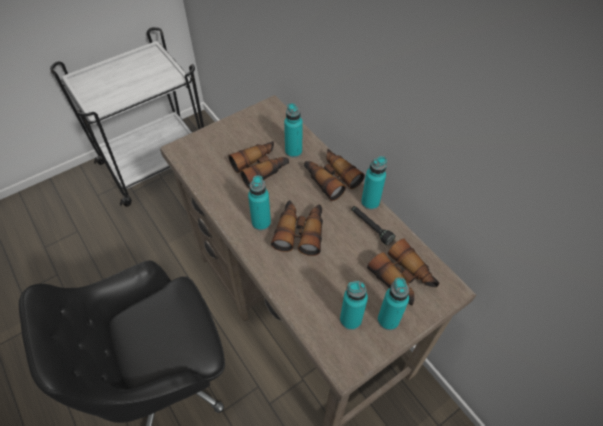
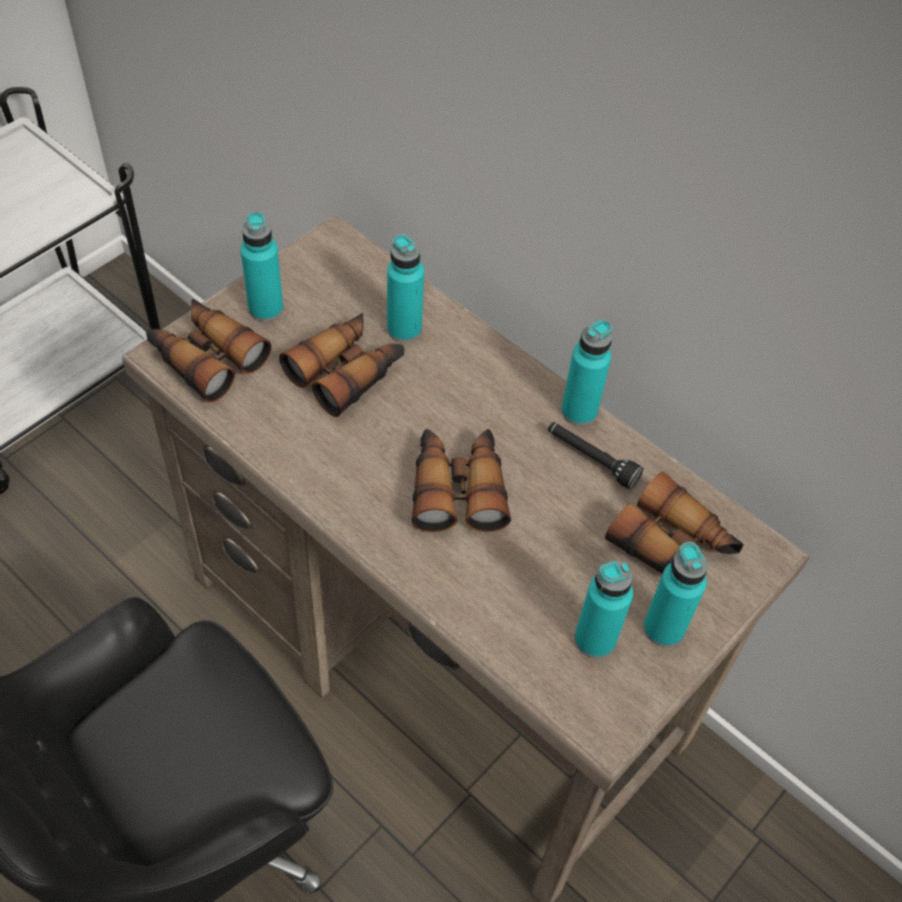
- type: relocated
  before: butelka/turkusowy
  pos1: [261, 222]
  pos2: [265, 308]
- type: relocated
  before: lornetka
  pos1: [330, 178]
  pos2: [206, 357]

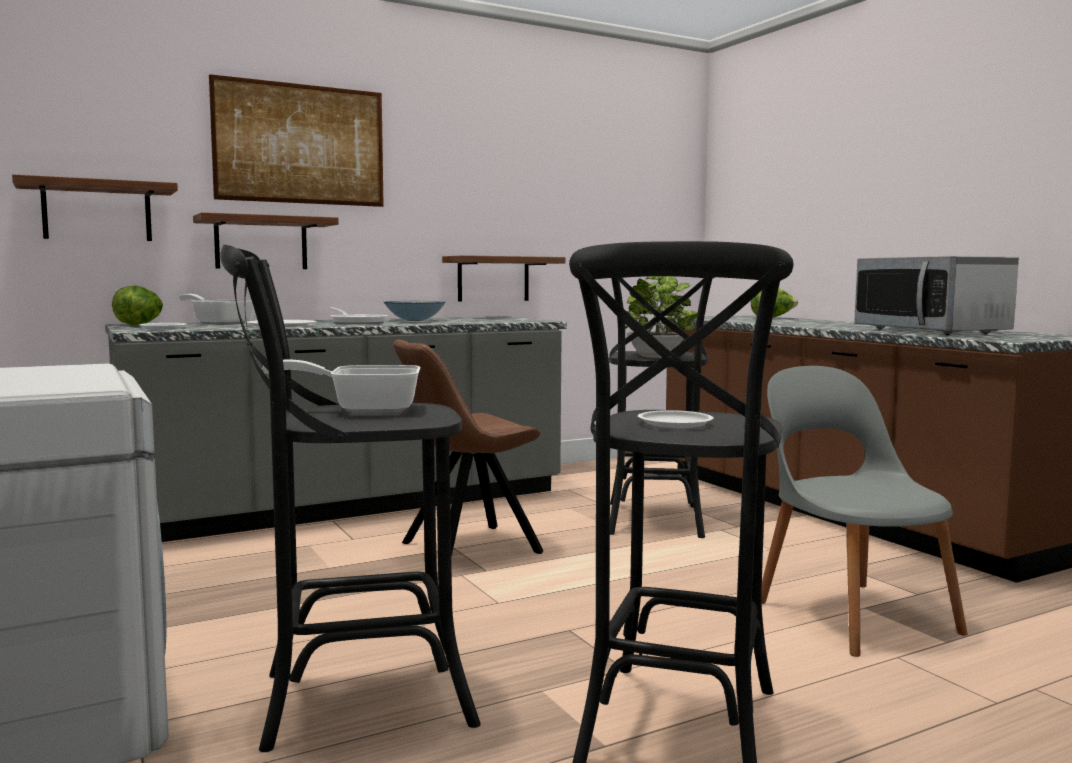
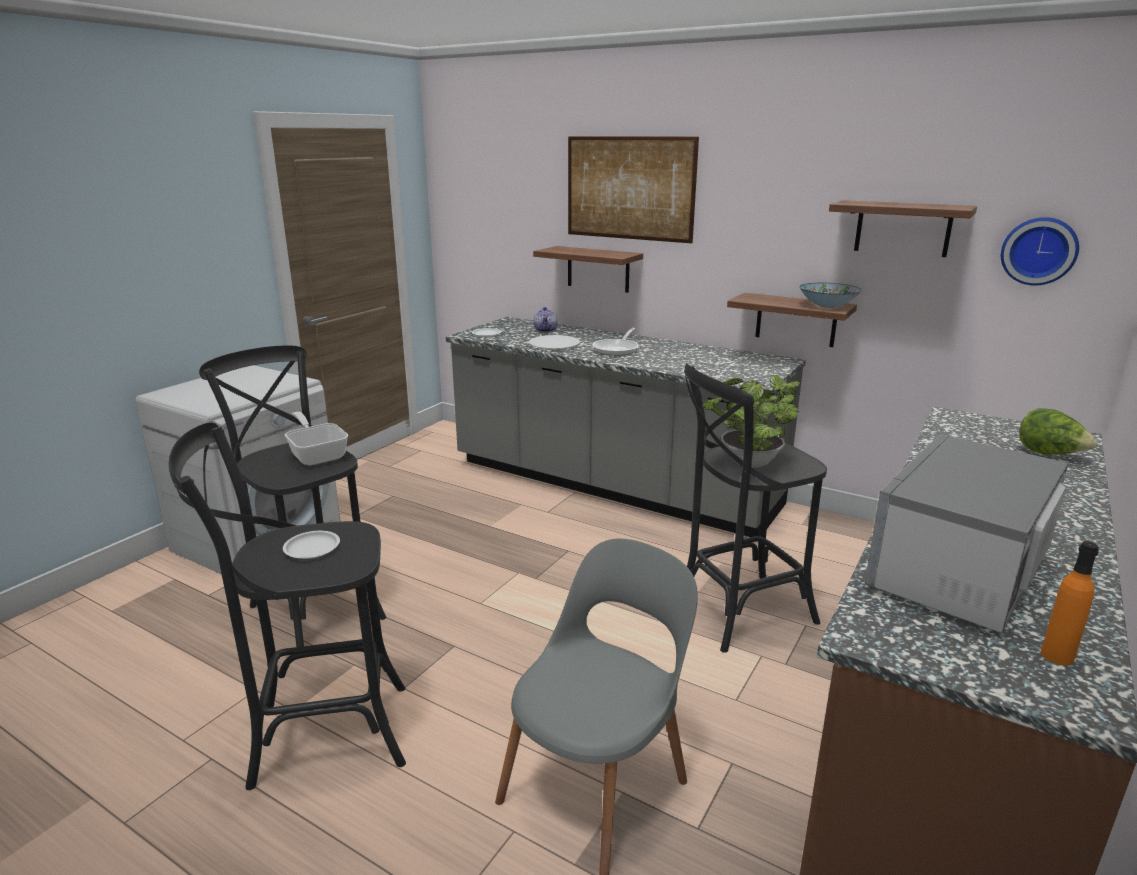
- type: missing
  before: sałata
  pos1: [140, 325]
- type: missing
  before: krzesło/brązowy
  pos1: [469, 547]
- type: appeared
  after: zegar ścienny
  pos2: [1039, 251]
- type: appeared
  after: butelka/pomarańczowy
  pos2: [1057, 656]
- type: relocated
  before: półka
  pos1: [97, 212]
  pos2: [903, 228]
- type: relocated
  before: miska
  pos1: [415, 320]
  pos2: [827, 306]
- type: exchanged
  before: patelnia
  after: imbryk
  pos1: [219, 323]
  pos2: [546, 330]

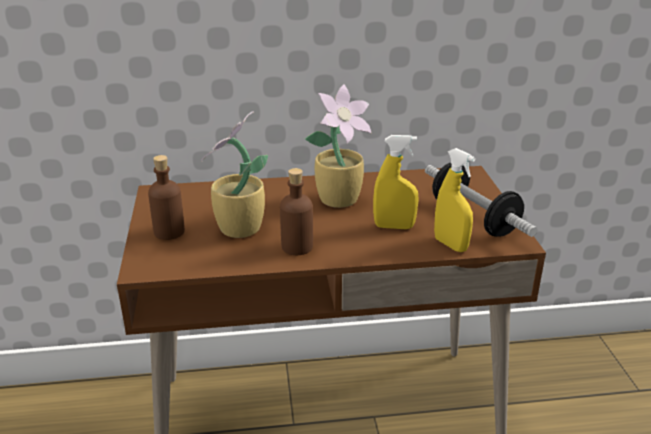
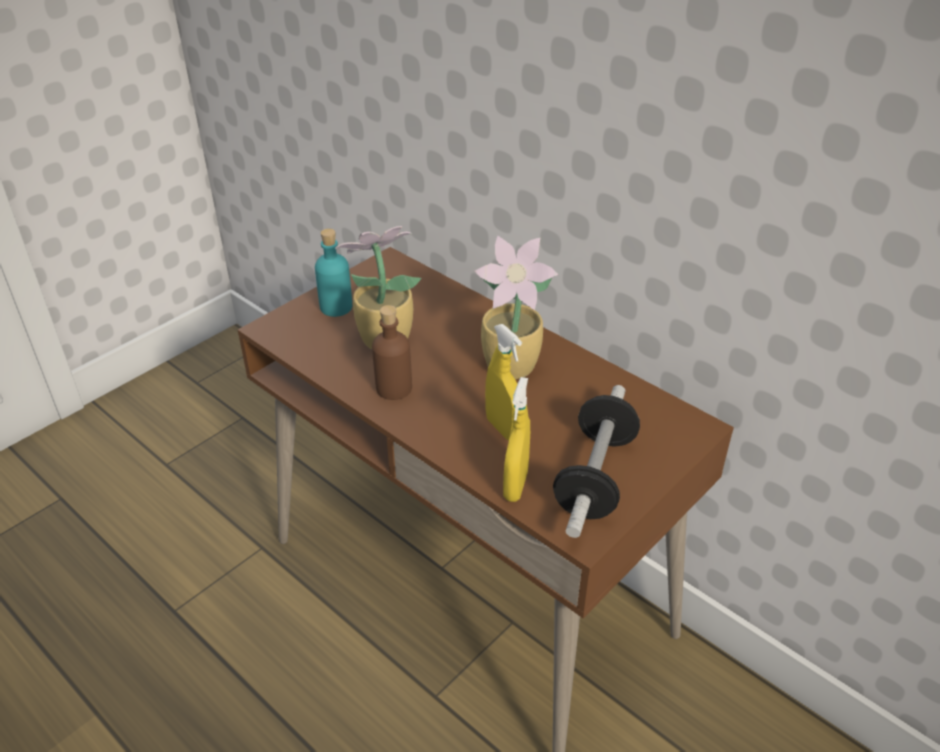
- type: colour
  before: butelka/brązowy
  after: butelka/turkusowy
  pos1: [169, 232]
  pos2: [336, 307]

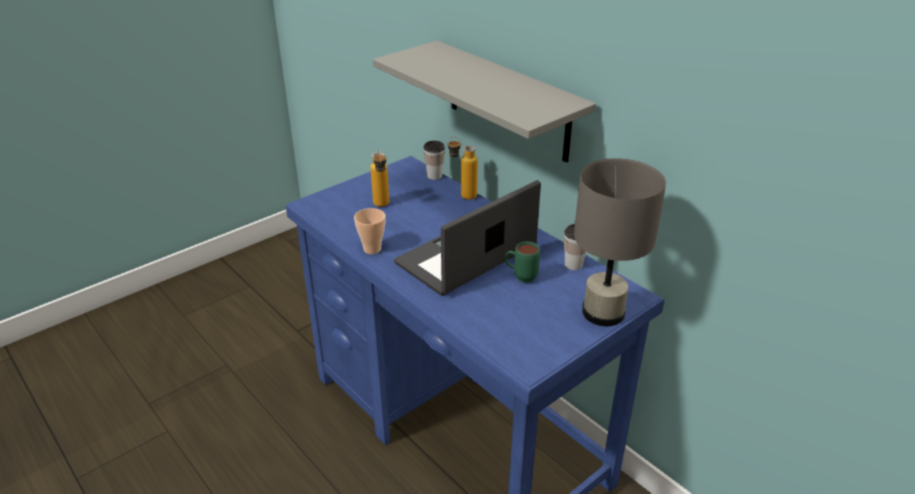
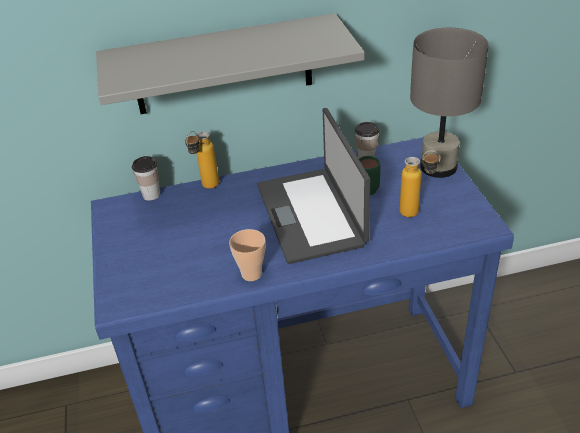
- type: relocated
  before: butelka
  pos1: [382, 207]
  pos2: [417, 213]

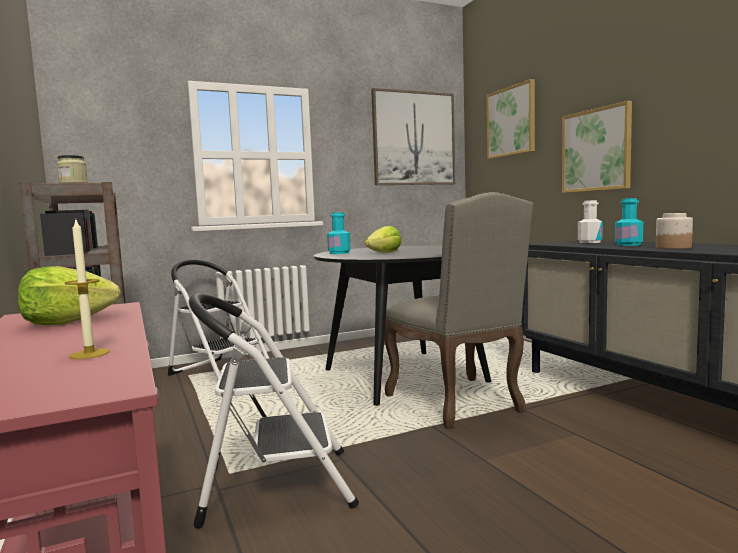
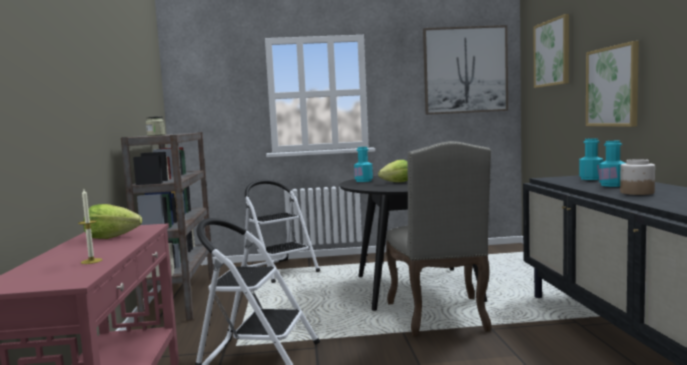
- type: colour
  before: butelka/biały
  after: butelka/turkusowy
  pos1: [590, 242]
  pos2: [591, 178]

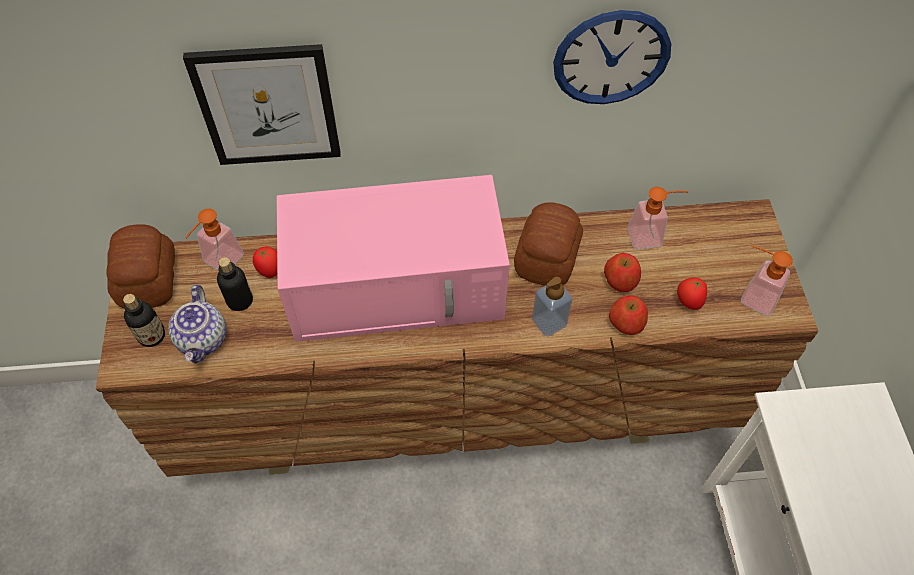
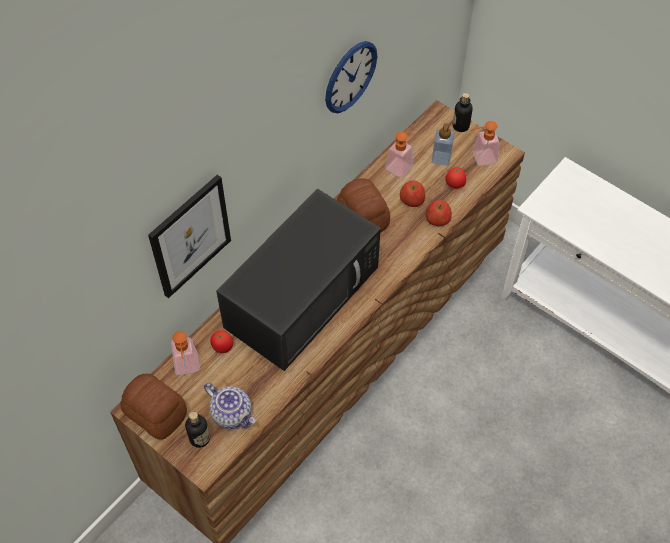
- type: relocated
  before: butelka
  pos1: [240, 301]
  pos2: [460, 126]
- type: relocated
  before: dozownik mydła
  pos1: [549, 322]
  pos2: [441, 158]
- type: colour
  before: mikrofalówka/różowy
  after: mikrofalówka/czarny
  pos1: [399, 284]
  pos2: [303, 294]

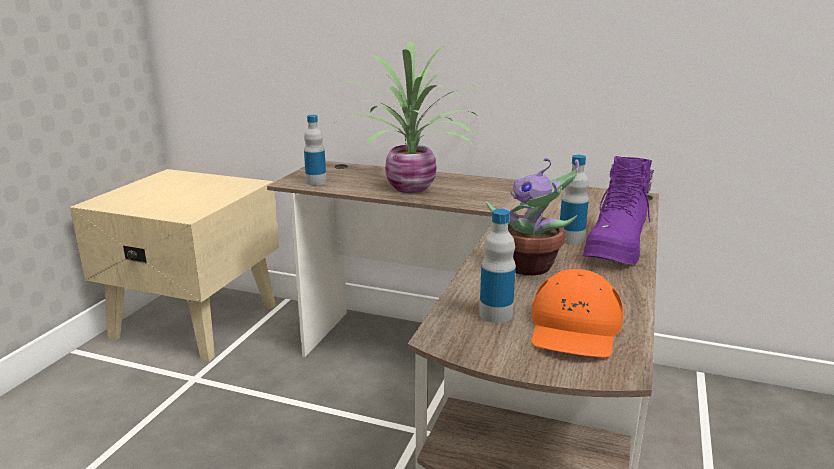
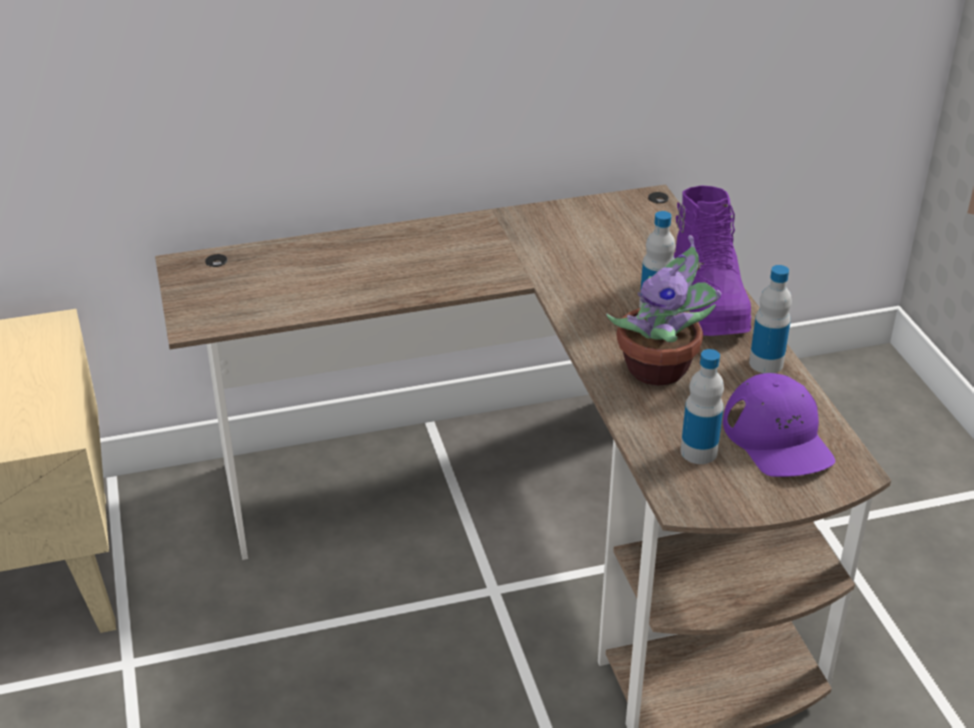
- type: missing
  before: roślina doniczkowa
  pos1: [414, 188]
- type: relocated
  before: butelka
  pos1: [316, 182]
  pos2: [766, 363]
- type: colour
  before: czapka z daszkiem/pomarańczowy
  after: czapka z daszkiem/fioletowy
  pos1: [574, 328]
  pos2: [778, 438]

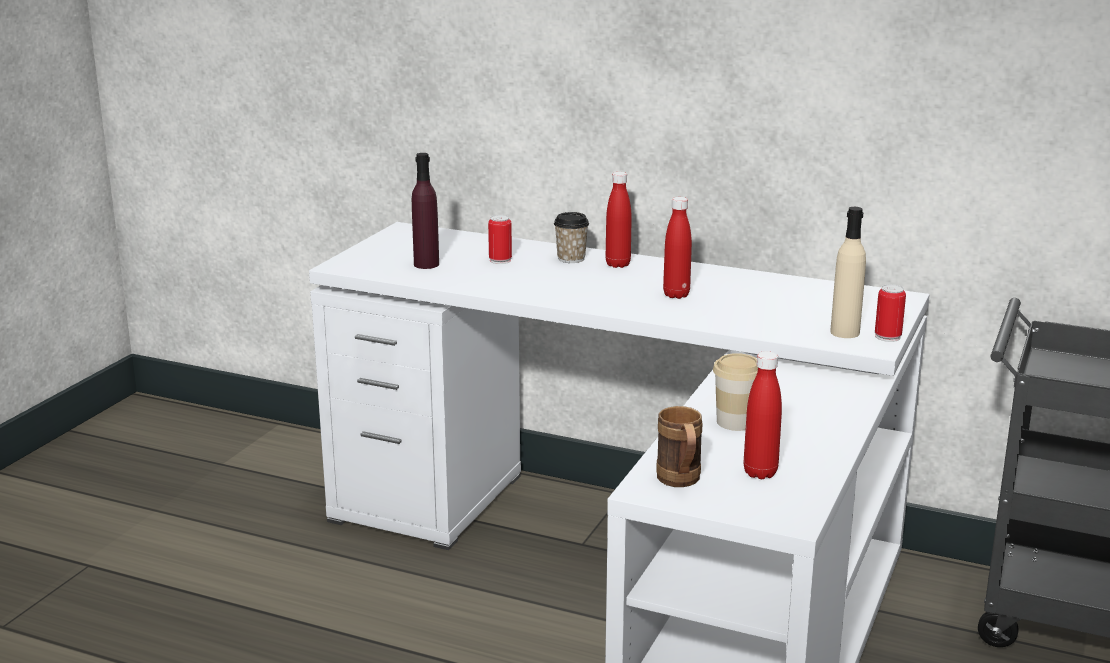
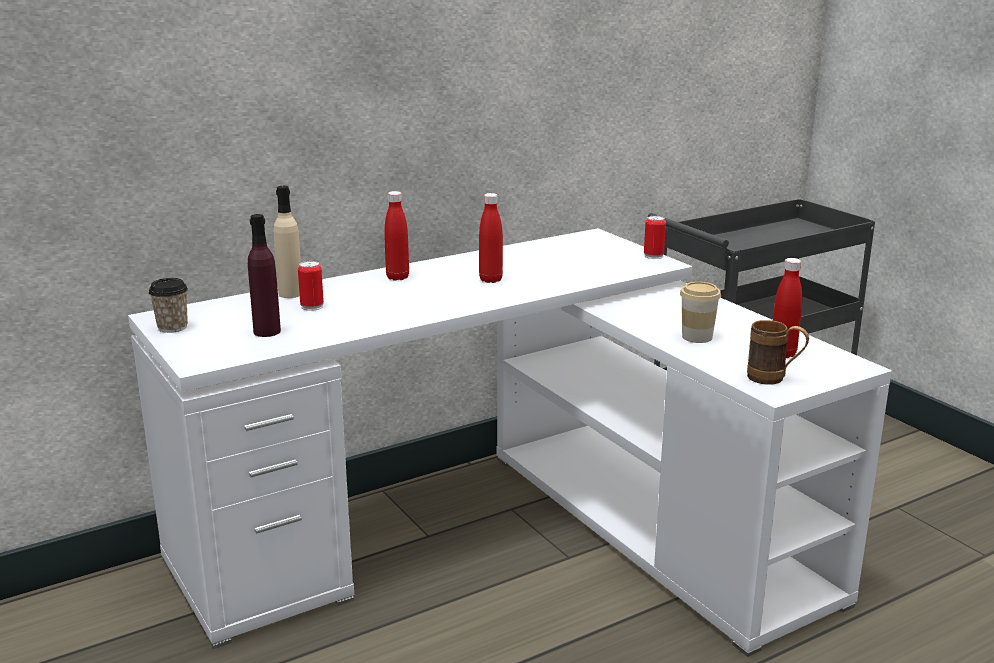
- type: relocated
  before: filiżanka
  pos1: [571, 259]
  pos2: [172, 327]
- type: relocated
  before: butelka/beżowy
  pos1: [845, 332]
  pos2: [290, 293]

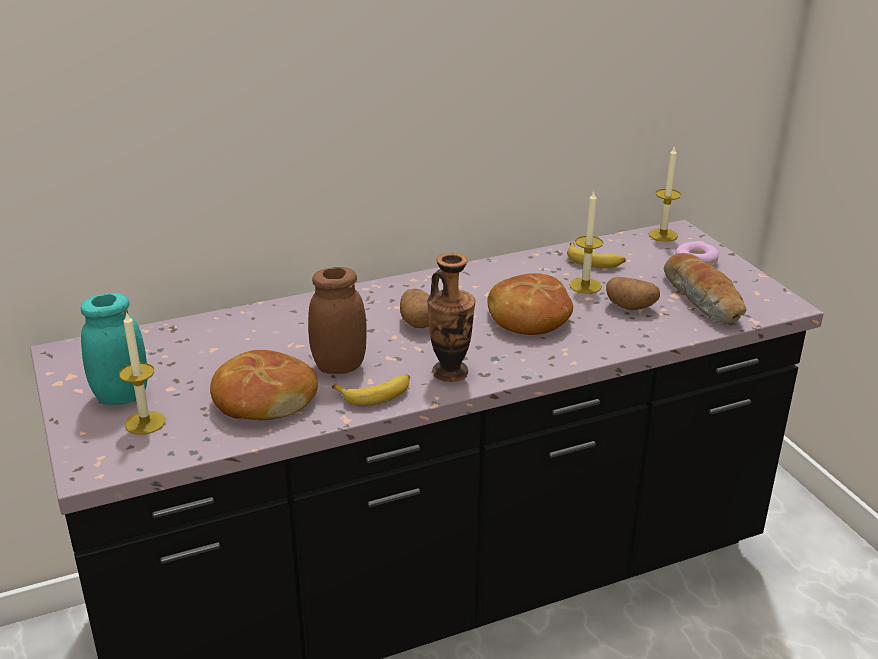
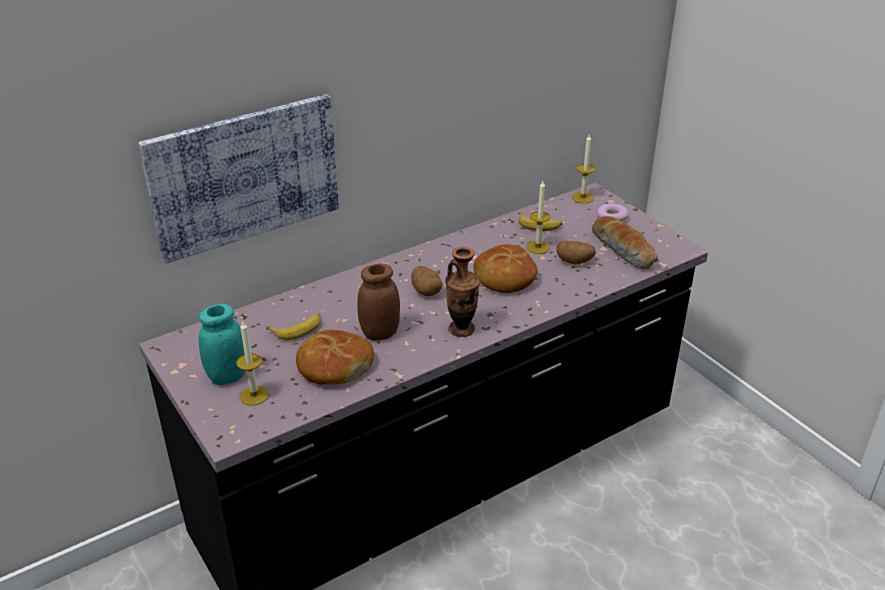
- type: appeared
  after: obraz
  pos2: [244, 176]
- type: relocated
  before: banan
  pos1: [376, 394]
  pos2: [298, 329]

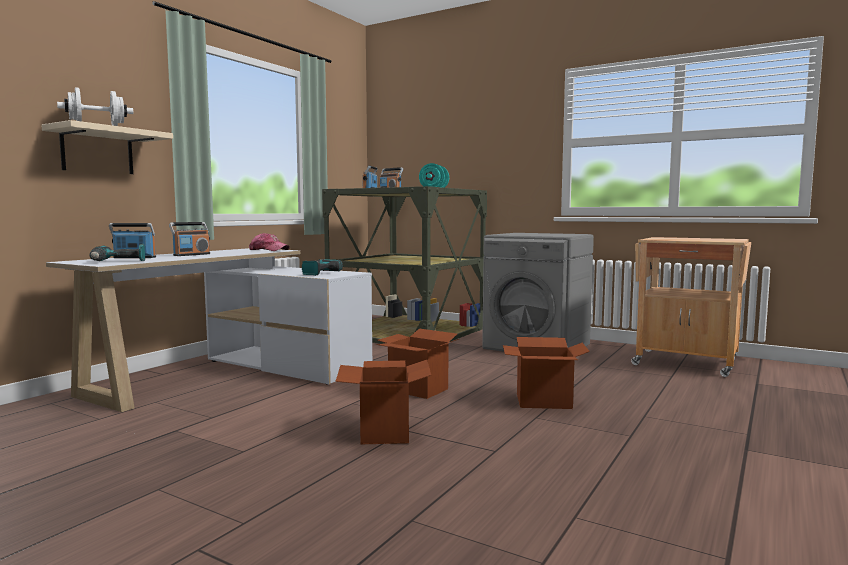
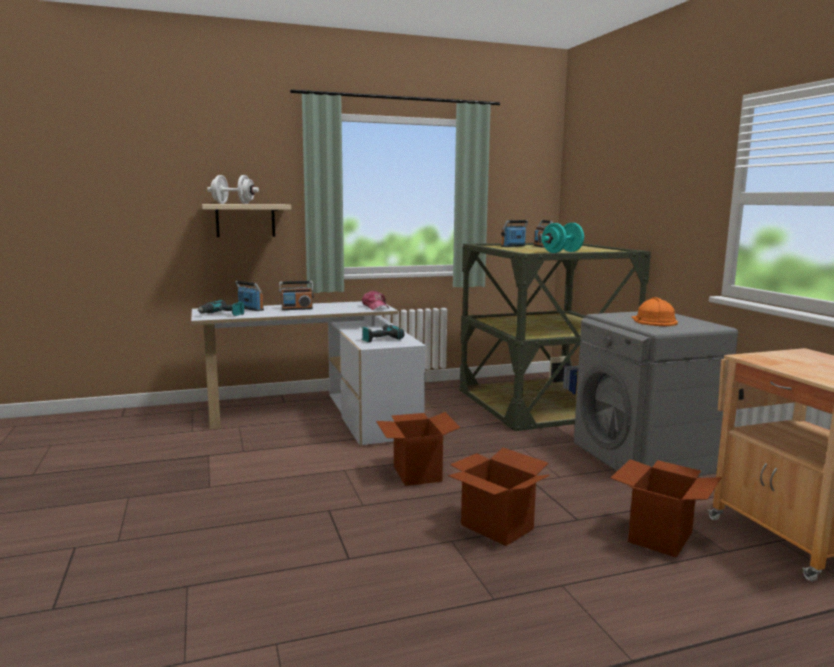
- type: appeared
  after: kask/pomarańczowy
  pos2: [653, 321]
- type: relocated
  before: karton
  pos1: [384, 432]
  pos2: [660, 537]

